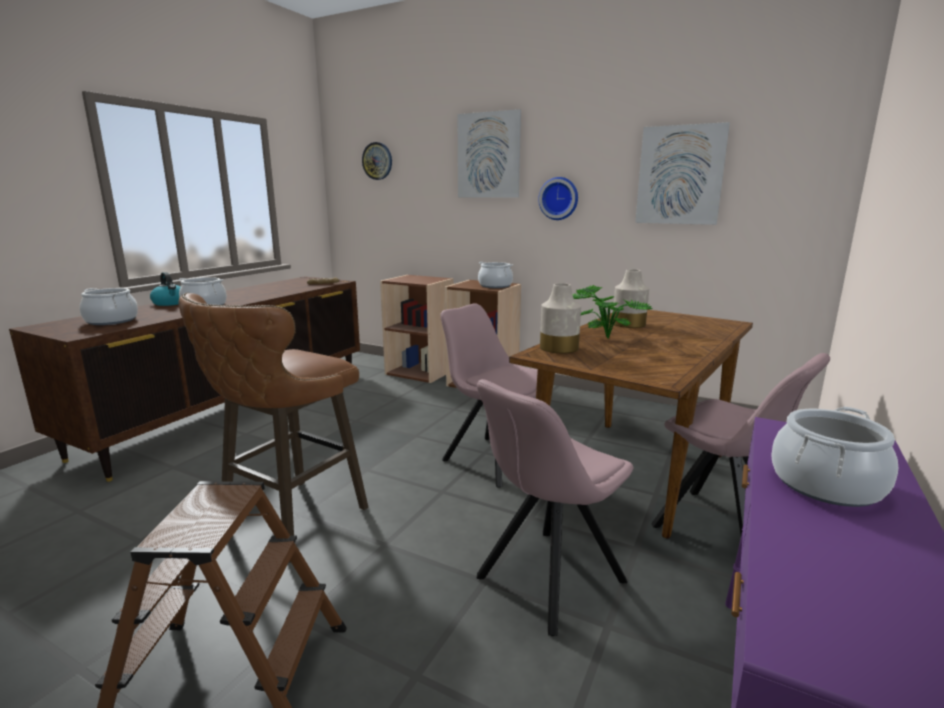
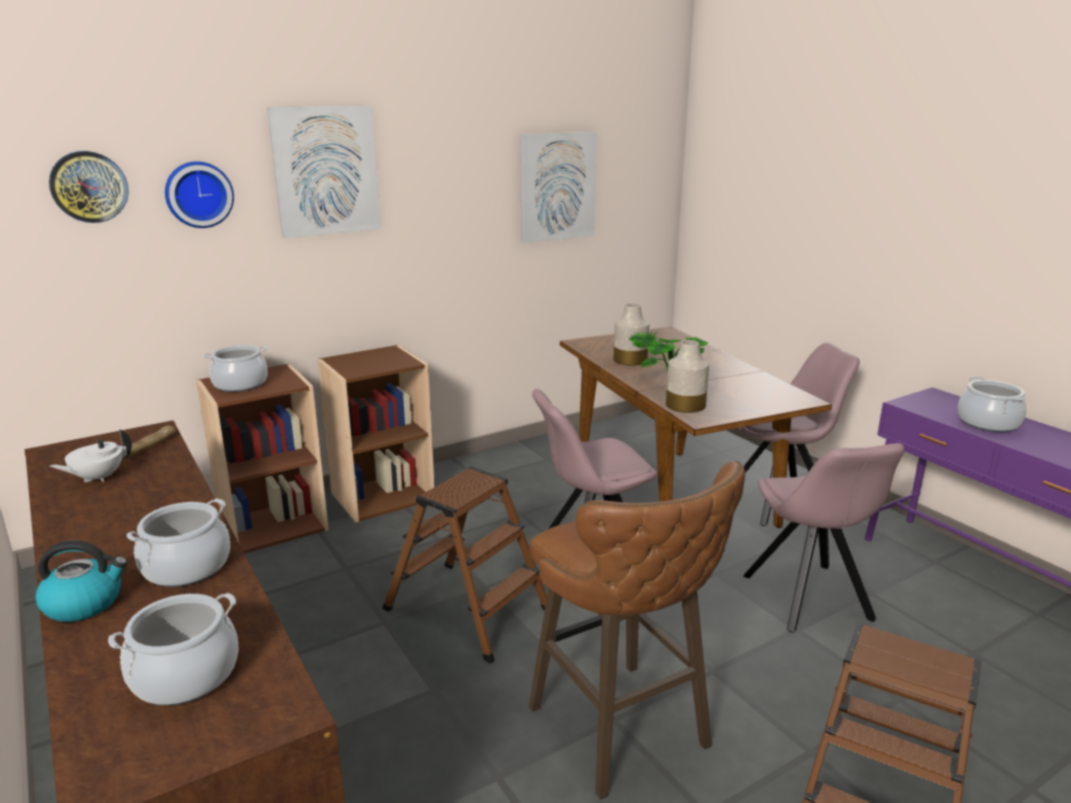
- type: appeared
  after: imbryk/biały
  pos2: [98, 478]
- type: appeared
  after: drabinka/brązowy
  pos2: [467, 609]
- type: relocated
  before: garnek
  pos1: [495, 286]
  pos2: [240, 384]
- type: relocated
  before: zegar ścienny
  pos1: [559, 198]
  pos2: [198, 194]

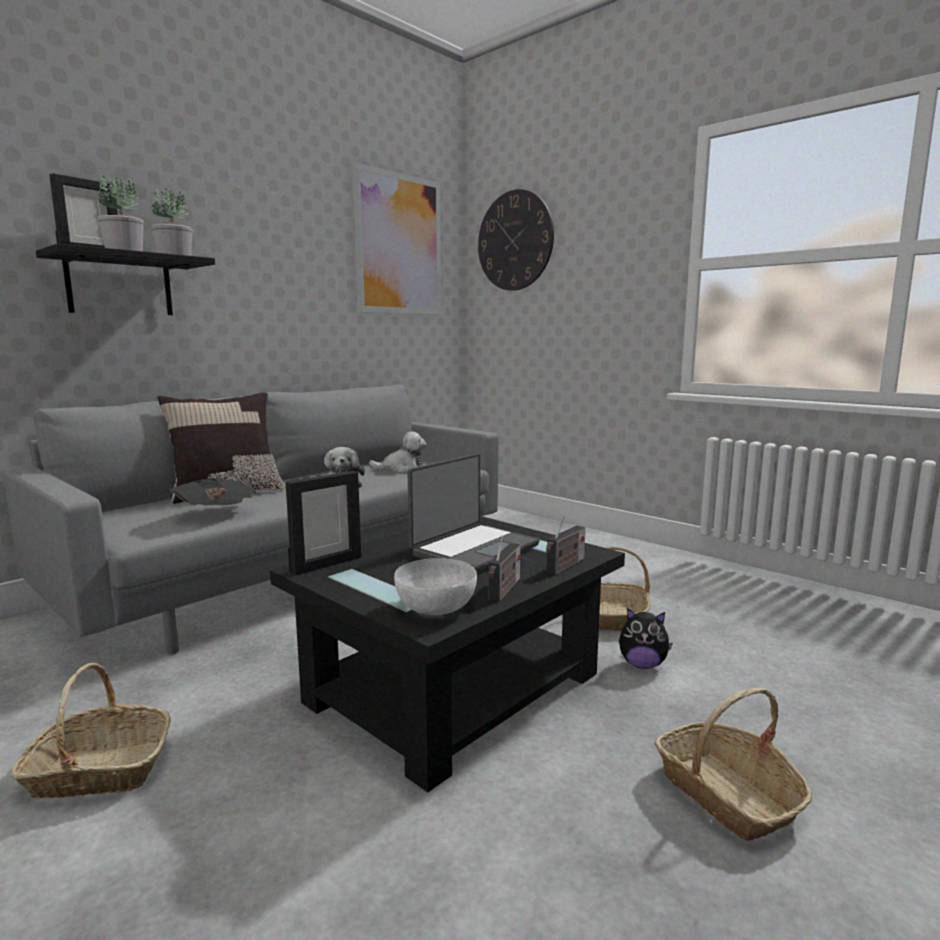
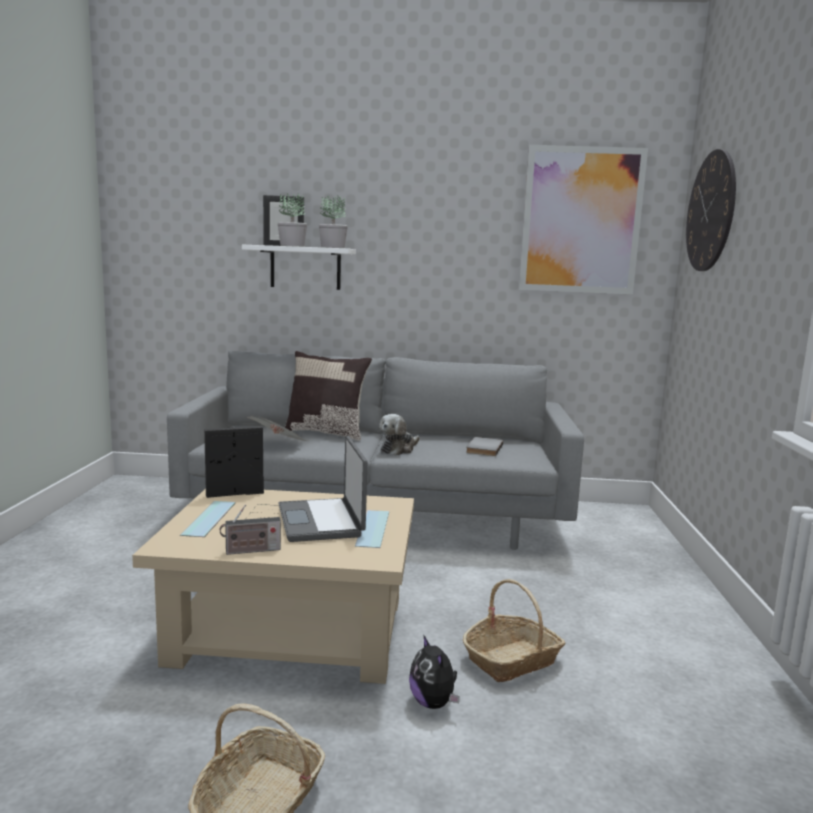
- type: missing
  before: koszyk
  pos1: [98, 771]
- type: missing
  before: miska/biały
  pos1: [437, 607]
- type: missing
  before: radio
  pos1: [565, 566]
- type: exchanged
  before: pluszak
  after: książka/szary
  pos1: [402, 469]
  pos2: [483, 448]
- type: colour
  before: półka/czarny
  after: półka/biały
  pos1: [120, 285]
  pos2: [305, 268]
- type: colour
  before: ława/czarny
  after: ława/beżowy
  pos1: [455, 687]
  pos2: [291, 630]
- type: spun
  before: ramka na zdjęcie
  pos1: [326, 564]
  pos2: [235, 494]
  turn: 150
- type: spun
  before: laptop
  pos1: [474, 549]
  pos2: [322, 521]
  turn: 75

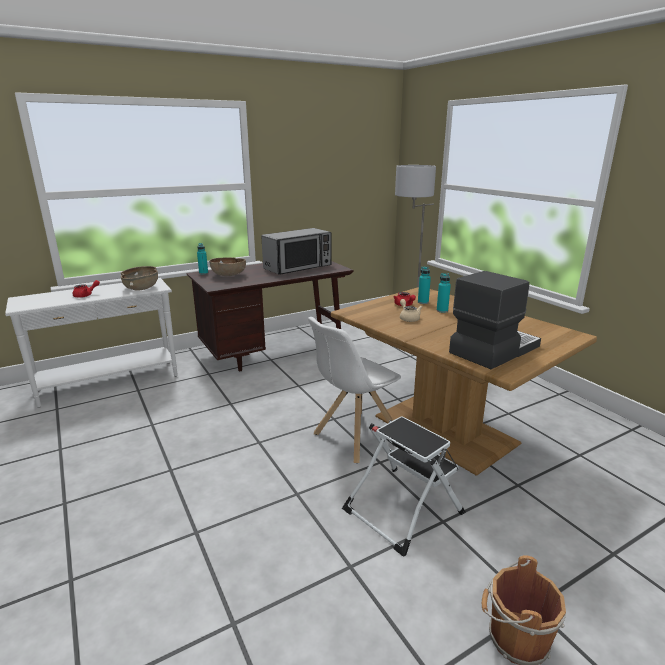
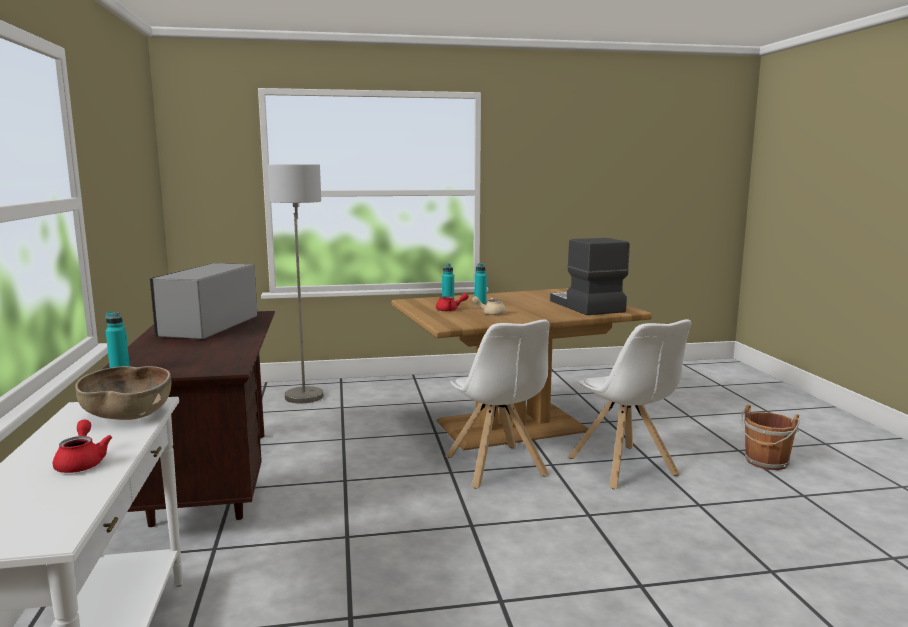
- type: missing
  before: miska/brązowy
  pos1: [228, 276]
- type: exchanged
  before: drabinka
  after: krzesło/biały
  pos1: [403, 507]
  pos2: [625, 468]
- type: spun
  before: mikrofalówka
  pos1: [298, 267]
  pos2: [208, 327]
  turn: -150

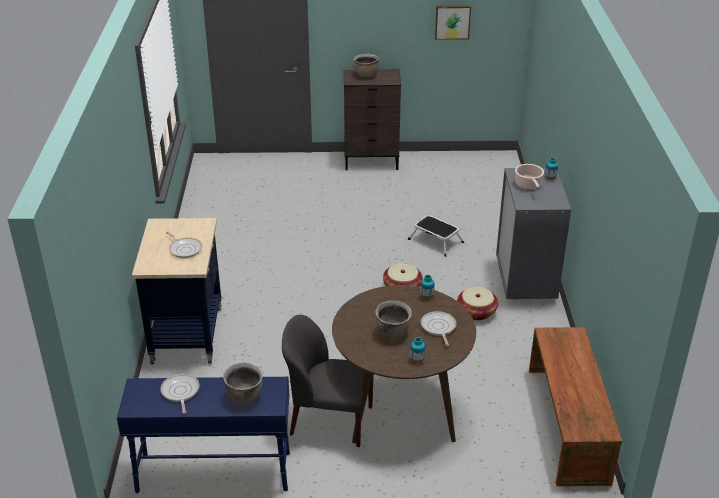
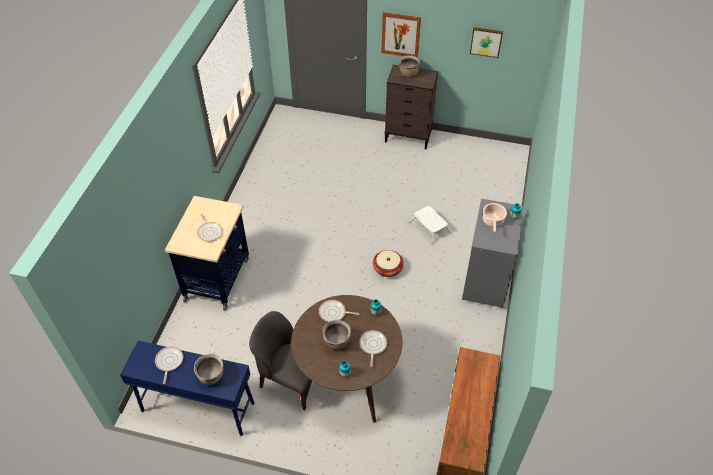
- type: missing
  before: koszyk
  pos1: [476, 312]
- type: appeared
  after: patelnia
  pos2: [334, 313]
- type: appeared
  after: obraz
  pos2: [401, 34]
- type: colour
  before: drabinka/czarny
  after: drabinka/biały
  pos1: [435, 241]
  pos2: [429, 228]

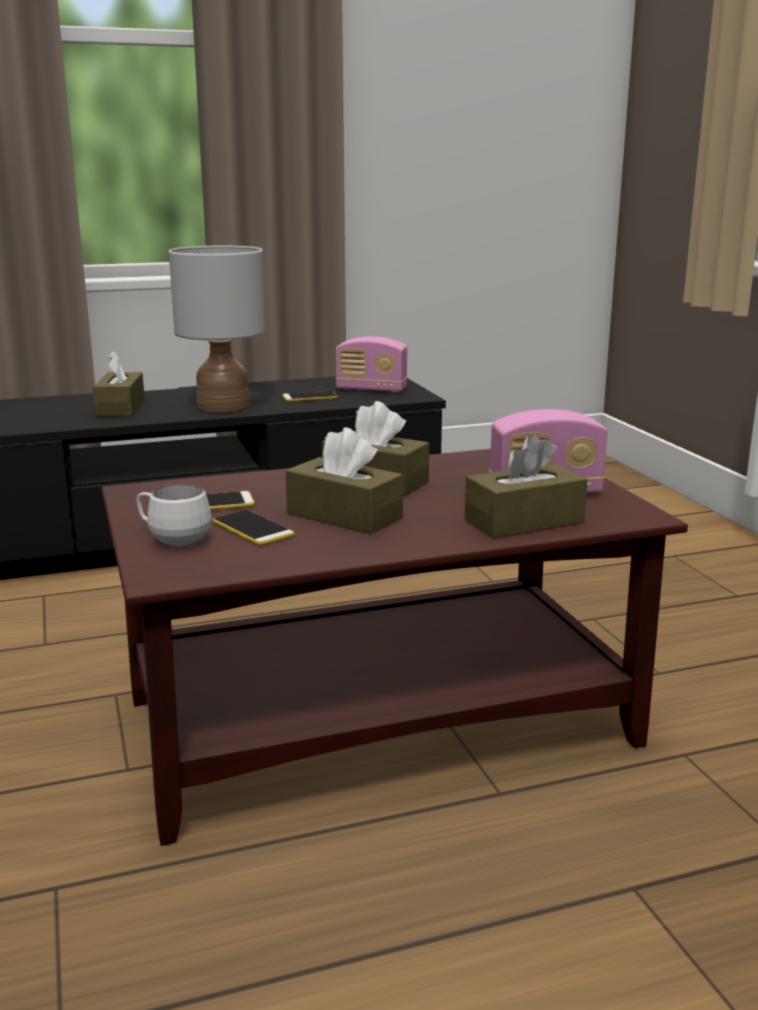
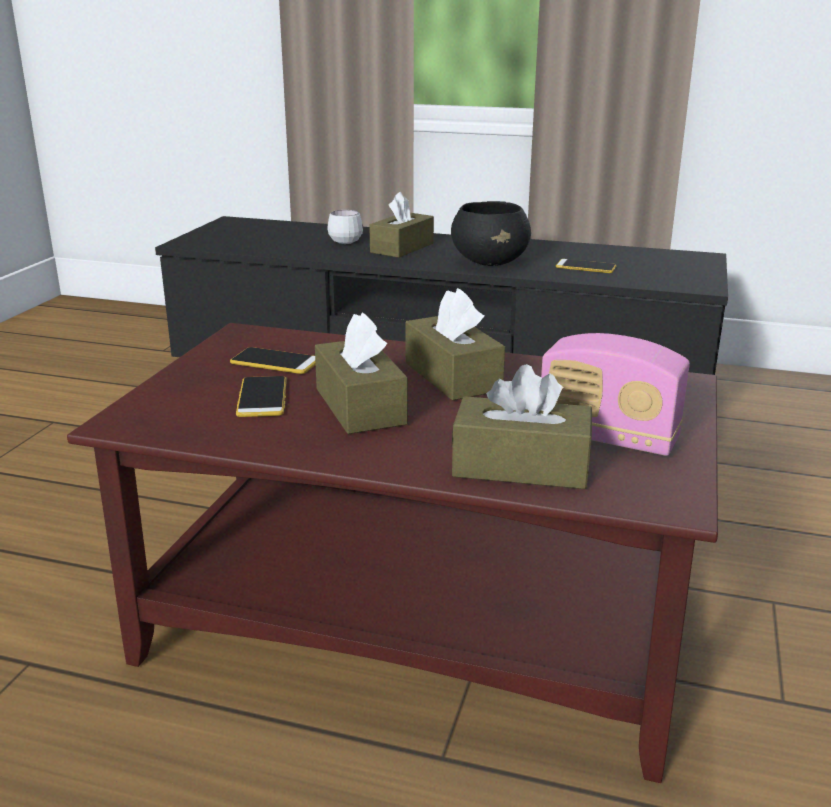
- type: missing
  before: radio
  pos1: [371, 389]
- type: relocated
  before: kubek/biały
  pos1: [172, 539]
  pos2: [343, 240]
- type: exchanged
  before: lampa stołowa/szary
  after: miska/czarny
  pos1: [224, 406]
  pos2: [490, 262]

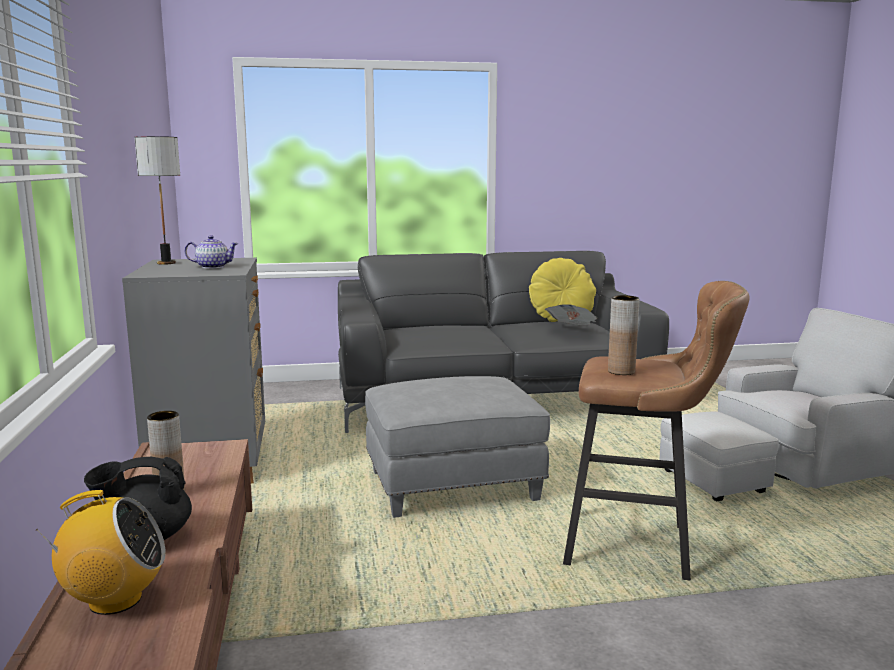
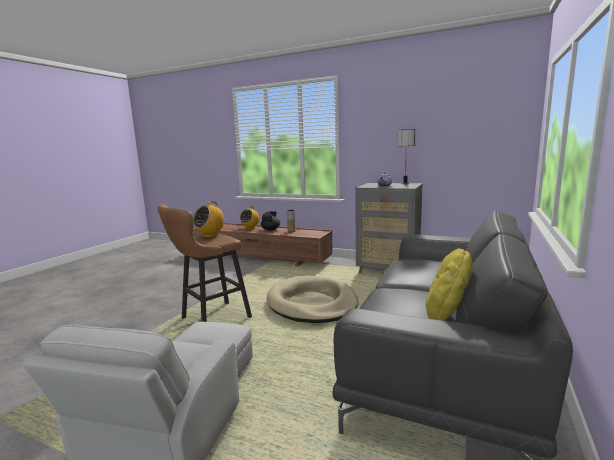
- type: missing
  before: gazeta
  pos1: [572, 329]
- type: exchanged
  before: pufa/szary
  after: legowisko/beżowy
  pos1: [454, 485]
  pos2: [312, 303]
- type: exchanged
  before: wazon/brązowy
  after: radio
  pos1: [621, 371]
  pos2: [210, 235]

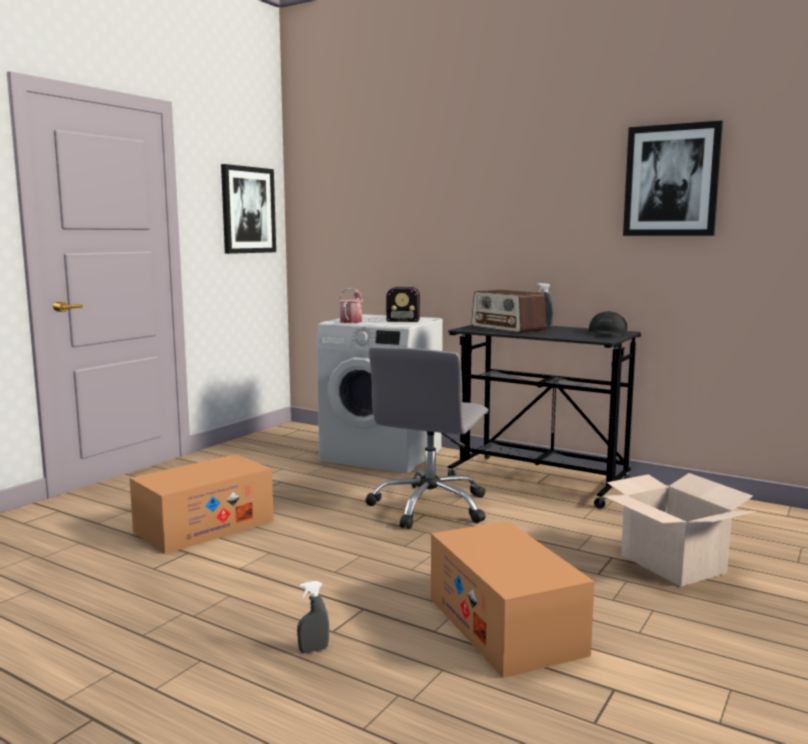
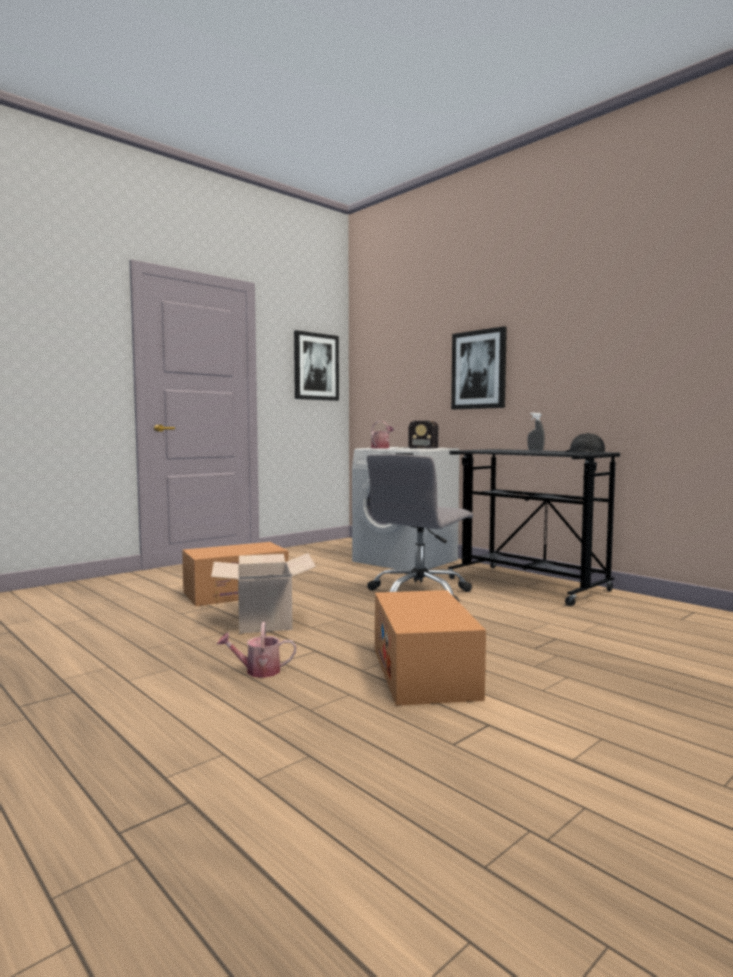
- type: missing
  before: radio
  pos1: [508, 328]
- type: relocated
  before: karton
  pos1: [673, 564]
  pos2: [265, 621]
- type: relocated
  before: obraz
  pos1: [671, 180]
  pos2: [479, 369]
- type: exchanged
  before: spryskiwacz/szary
  after: konewka
  pos1: [313, 650]
  pos2: [258, 671]

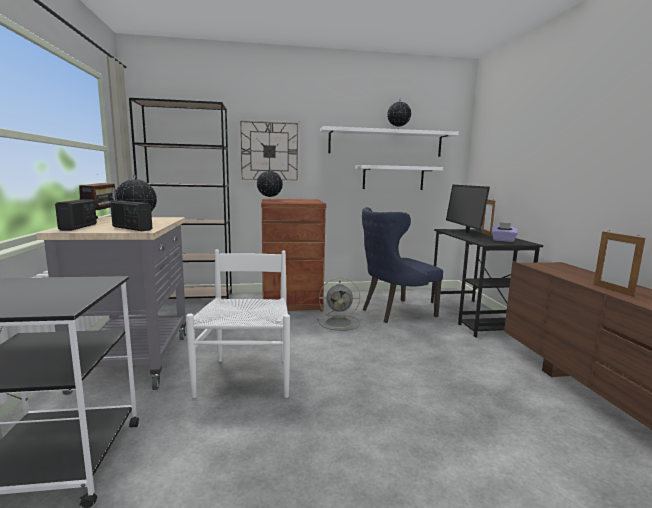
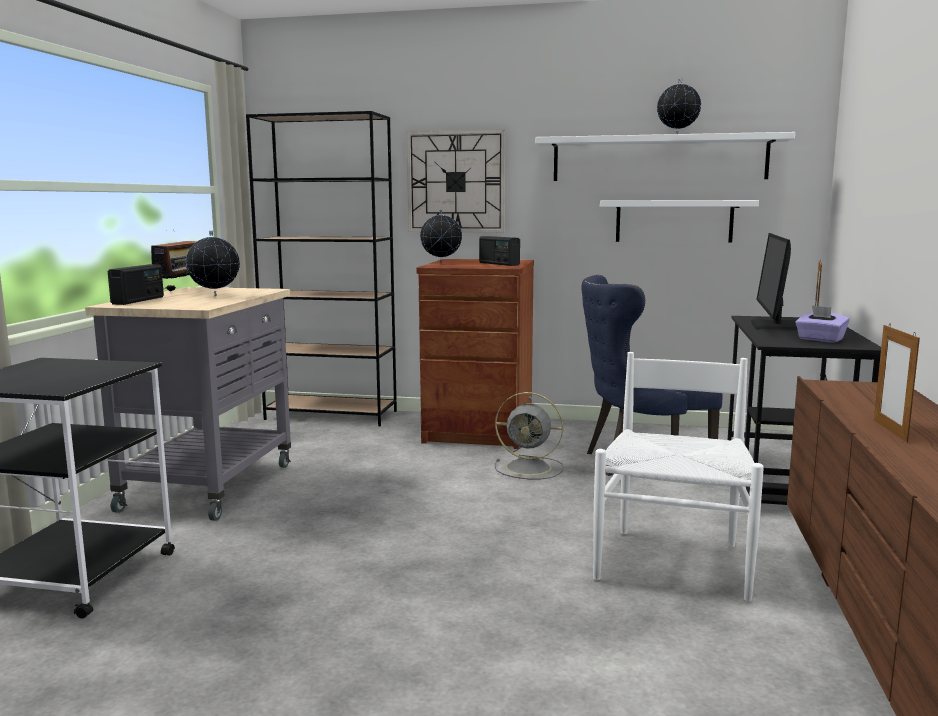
- type: relocated
  before: radio
  pos1: [131, 228]
  pos2: [498, 264]
- type: relocated
  before: krzesło/biały
  pos1: [246, 377]
  pos2: [673, 563]

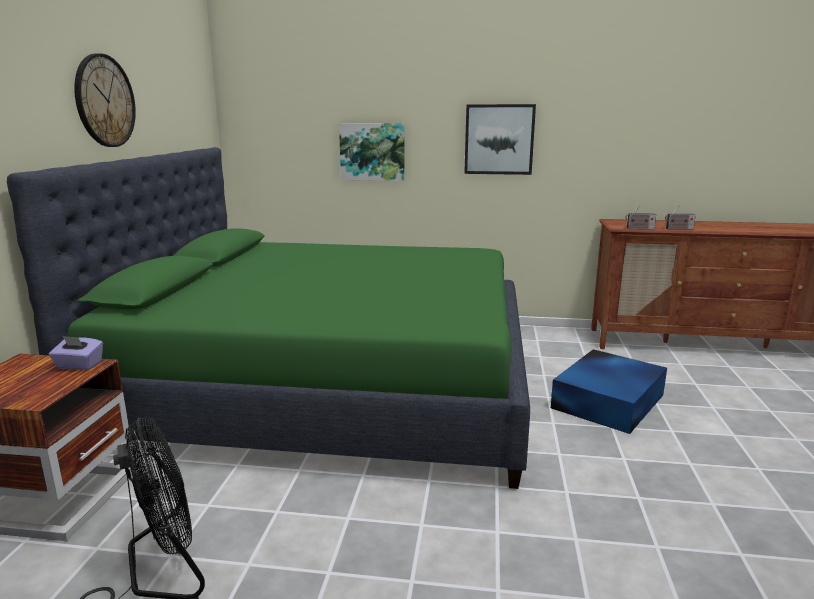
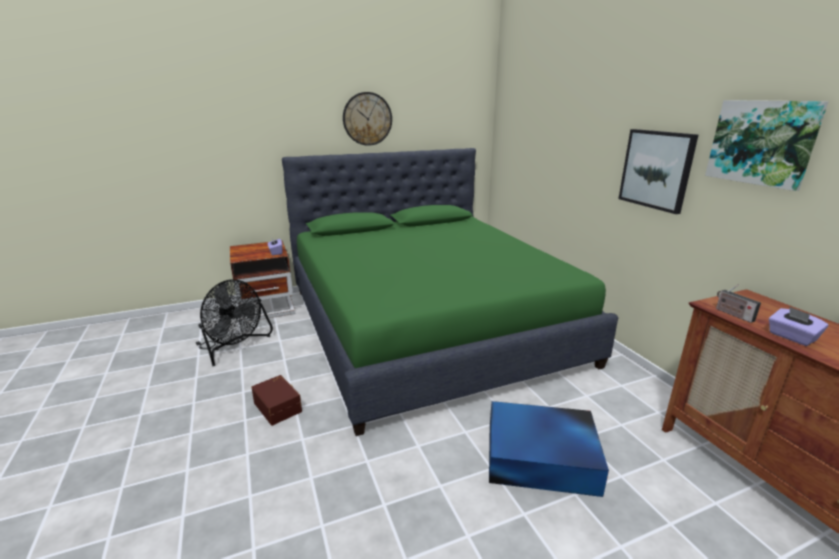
- type: appeared
  after: pojemnik do przechowywania/brązowy
  pos2: [279, 406]
- type: relocated
  before: obraz
  pos1: [372, 151]
  pos2: [762, 142]
- type: exchanged
  before: radio
  after: pudełko chusteczek/fioletowy
  pos1: [678, 229]
  pos2: [791, 337]

